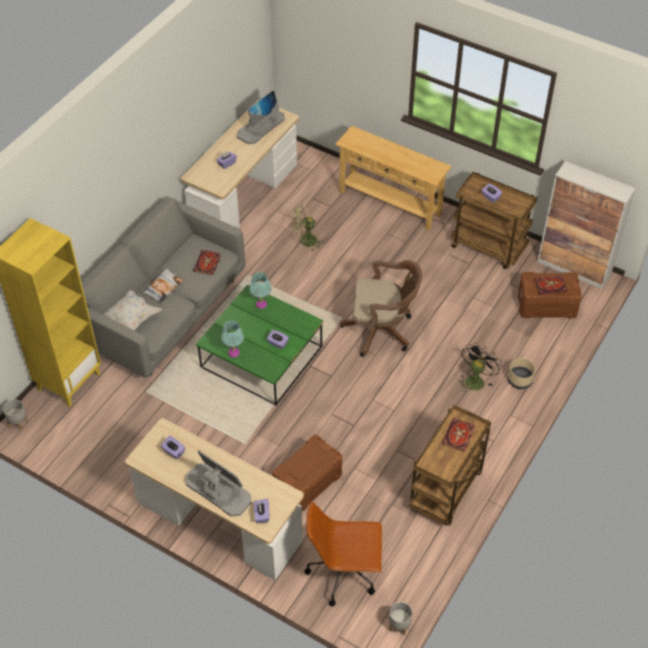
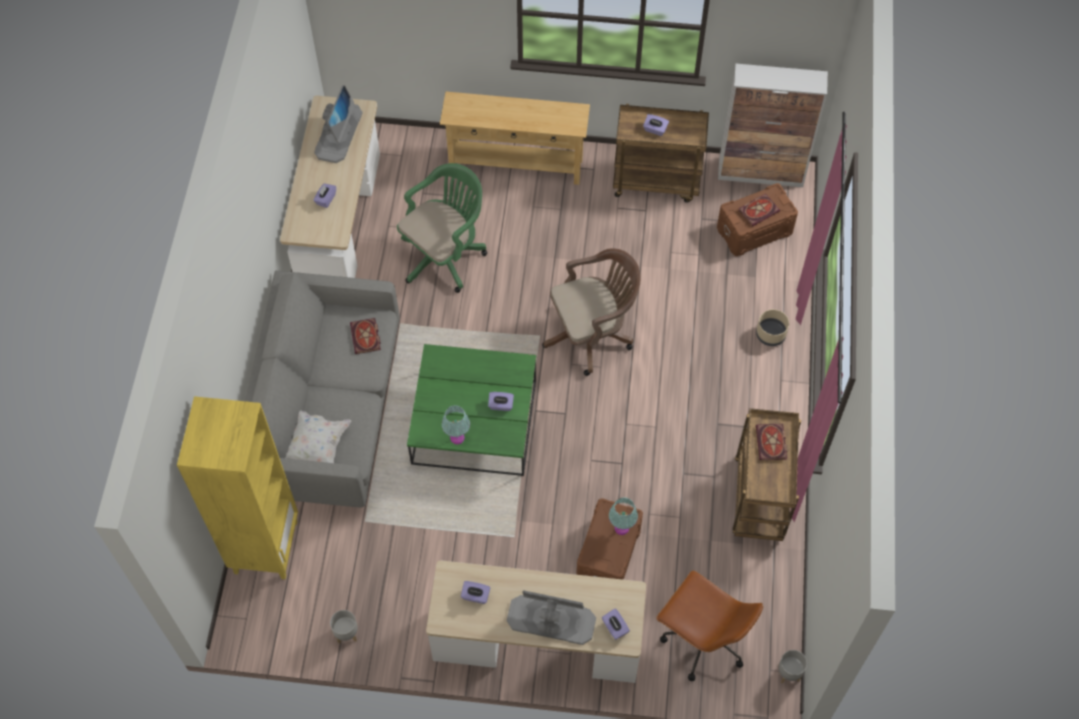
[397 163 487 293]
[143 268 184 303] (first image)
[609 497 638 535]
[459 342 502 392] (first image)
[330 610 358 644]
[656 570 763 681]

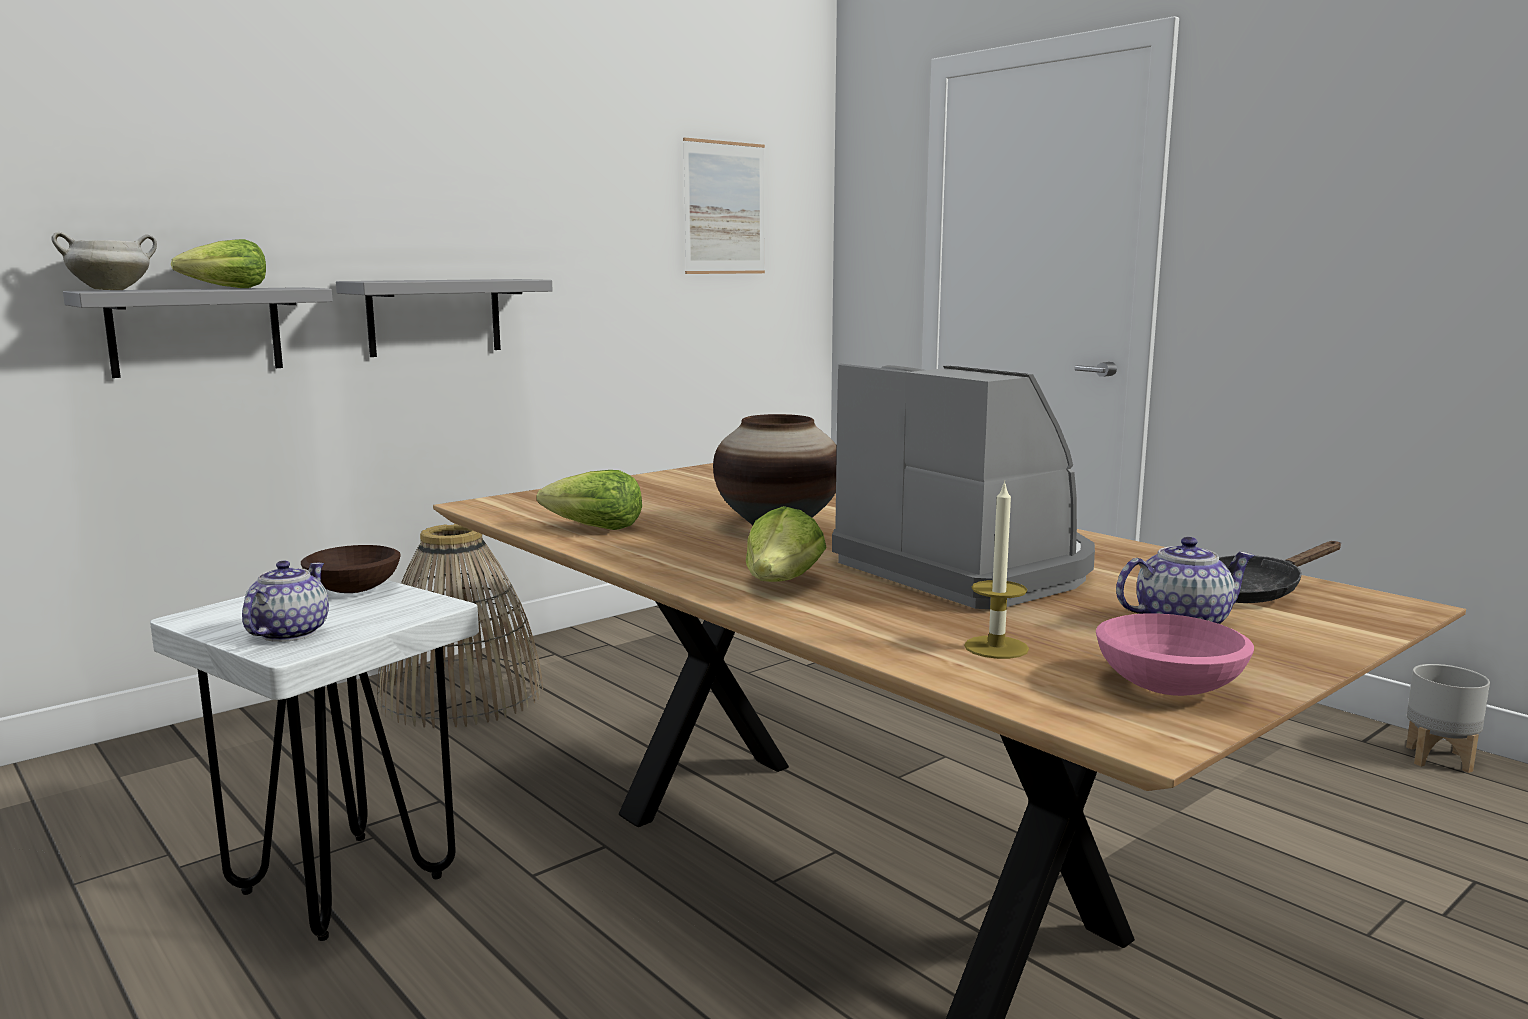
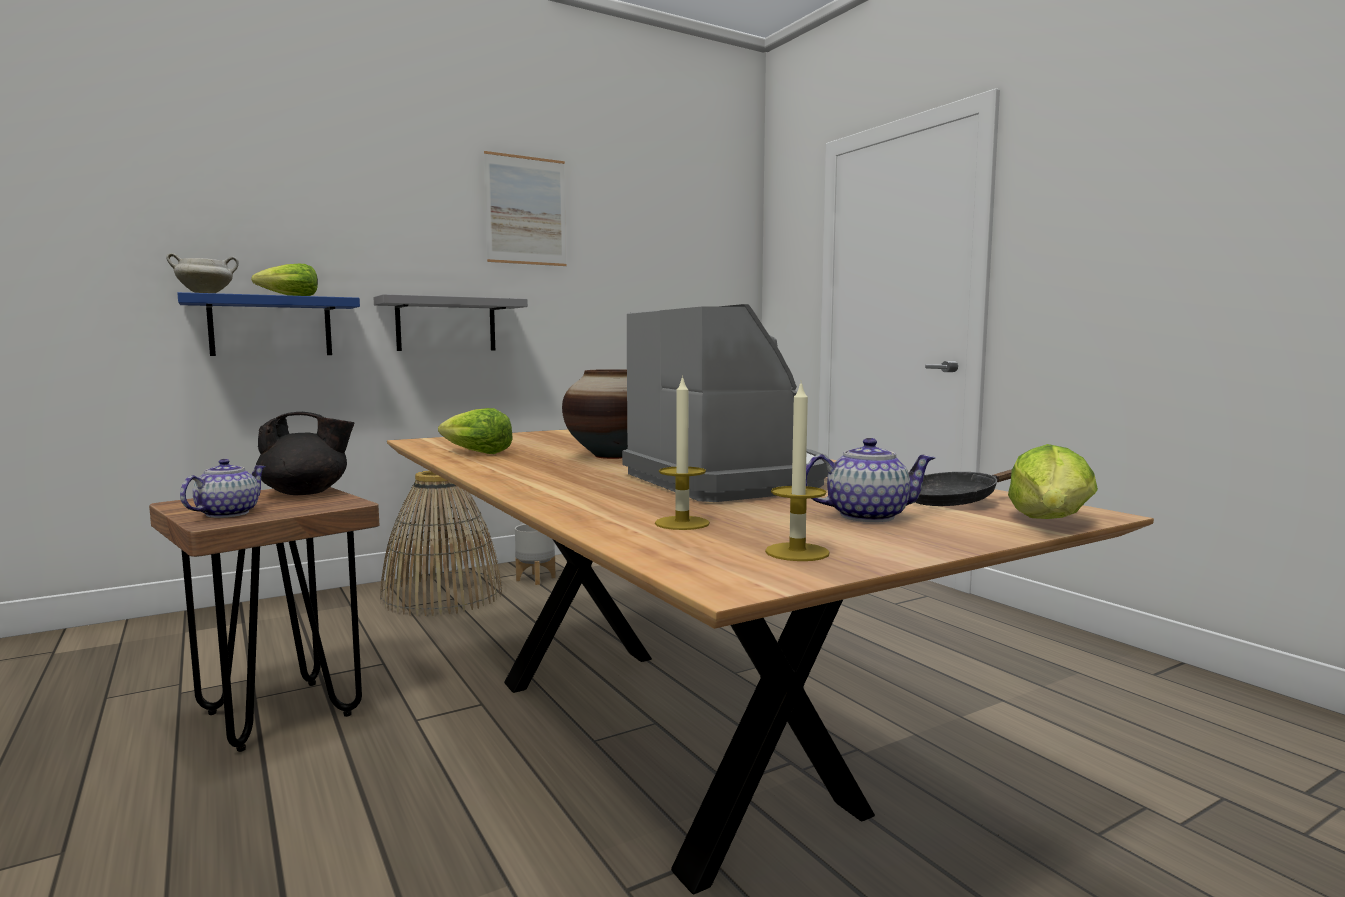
[484 151 567 266]
[177 292 360 356]
[1008 444 1098 519]
[256 412 354 495]
[149 487 380 752]
[765 384 830 561]
[515 524 556 585]

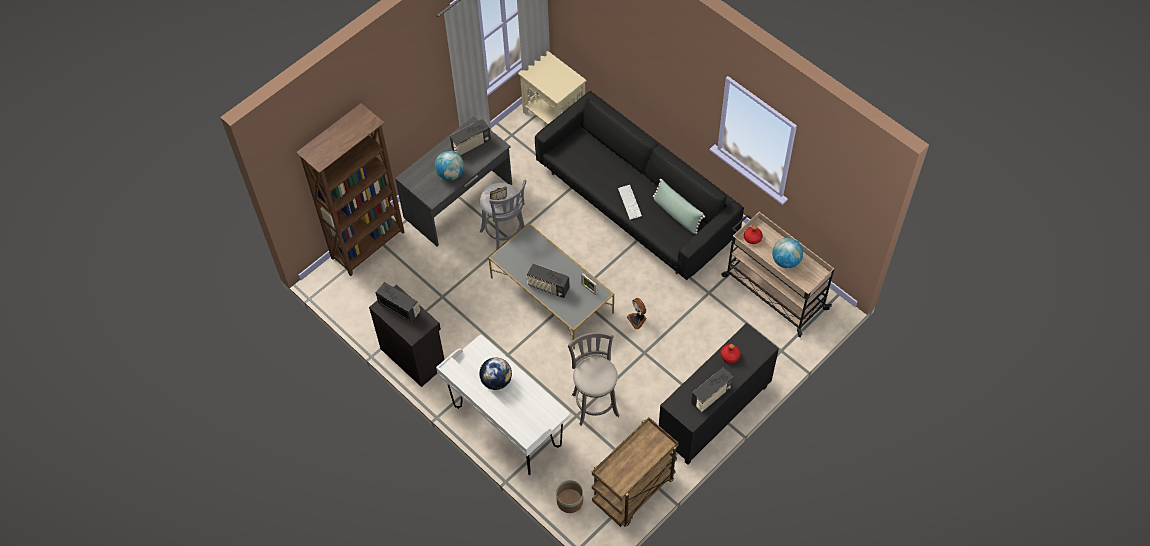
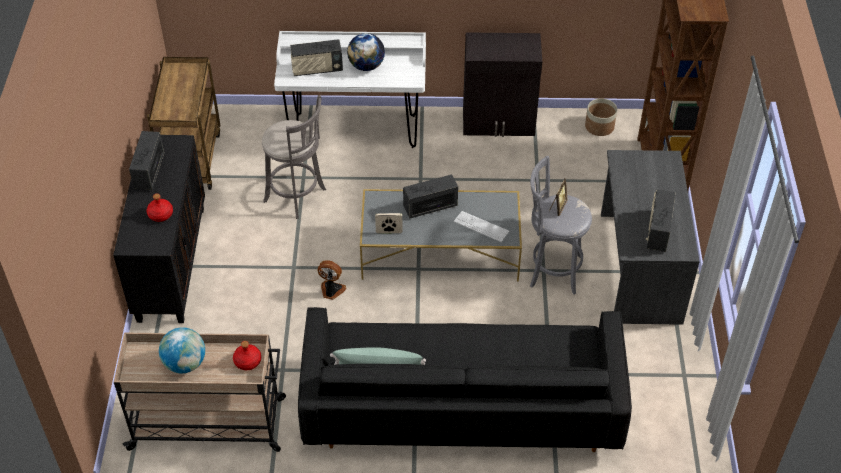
[518 51 587 125] (first image)
[435 151 464 180] (first image)
[454 211 509 242]
[290 39 343 76]
[585 98 617 136]

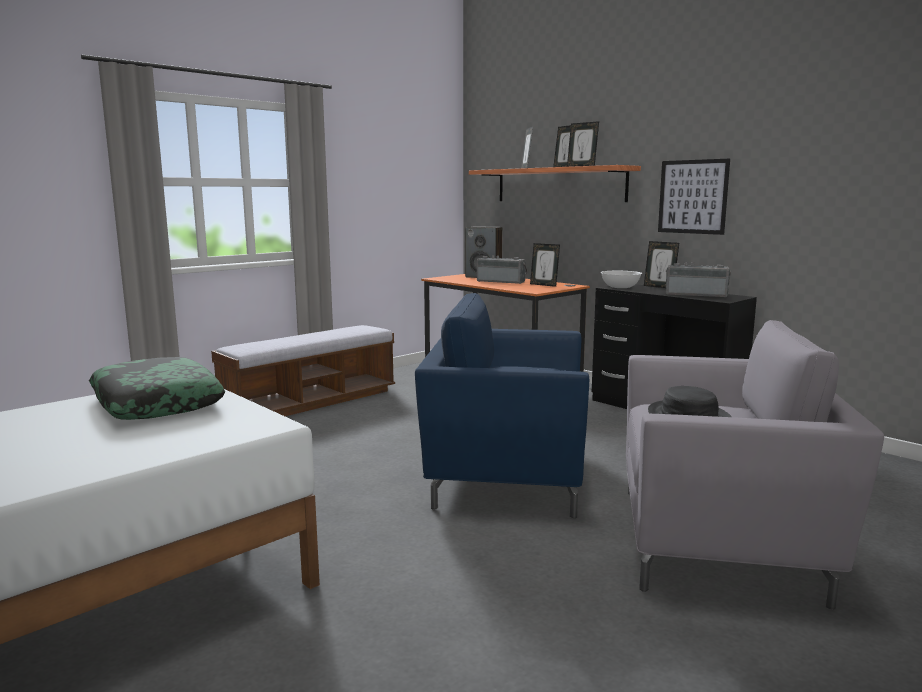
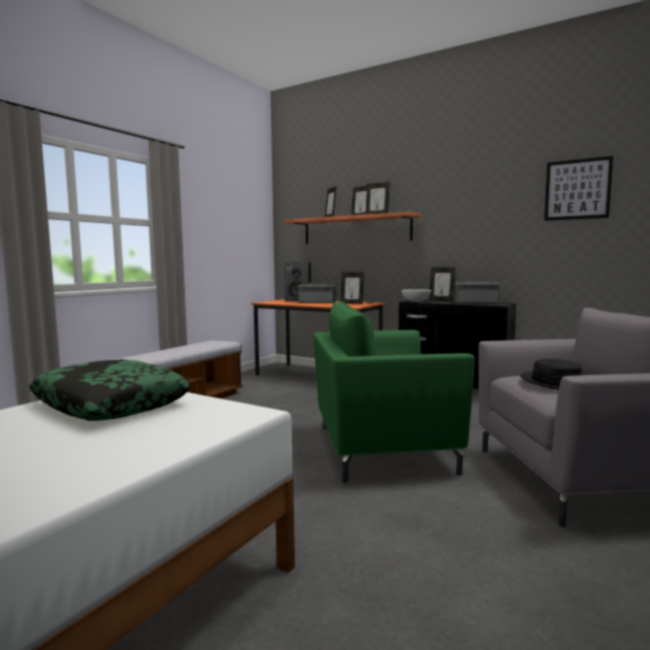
[544 156 613 221]
[313 302 475 483]

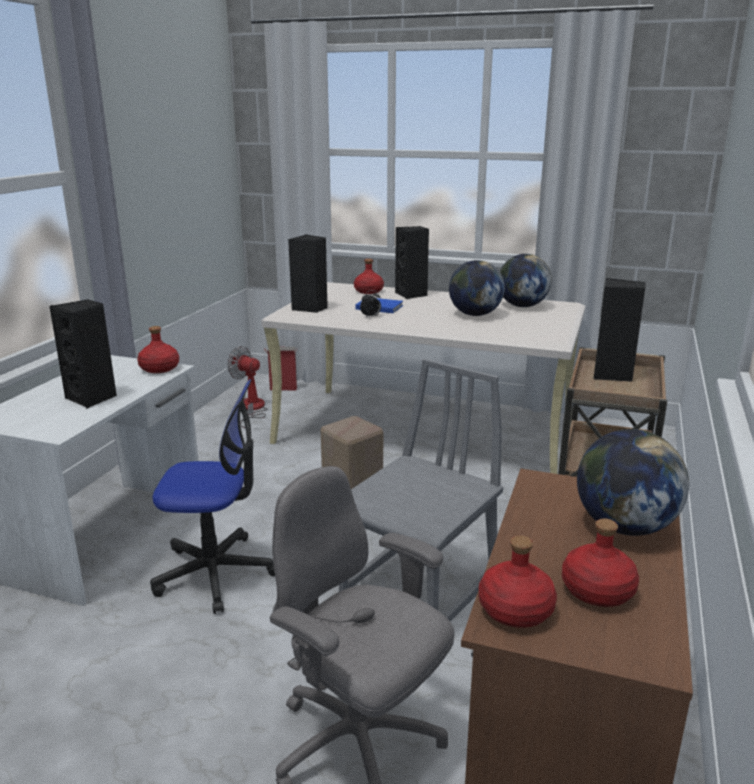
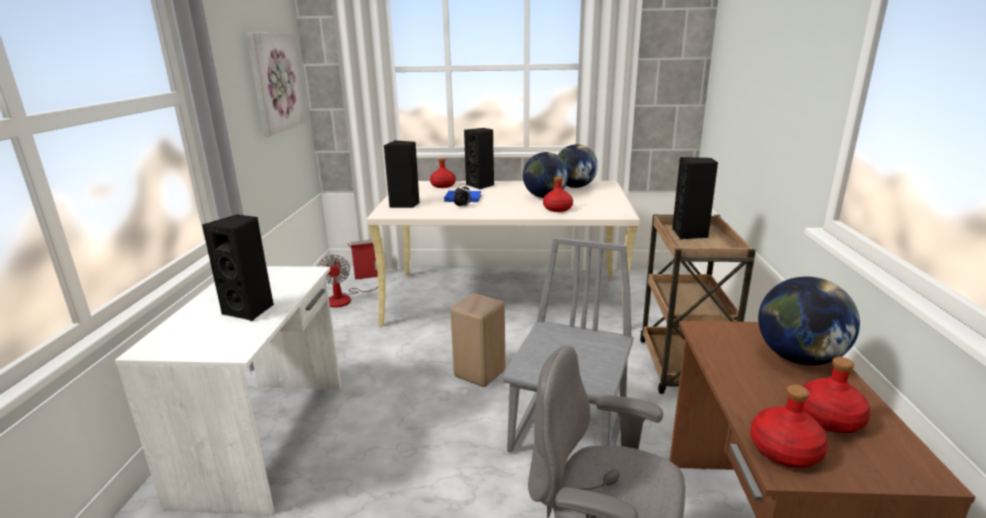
[543 177 573 212]
[318 255 378 308]
[150 379 275 614] (first image)
[247 33 306 137]

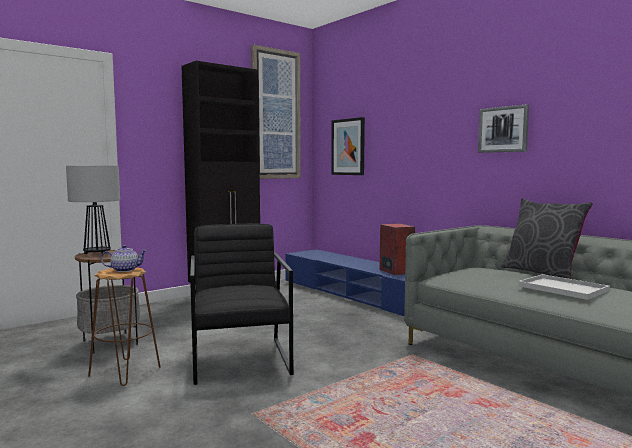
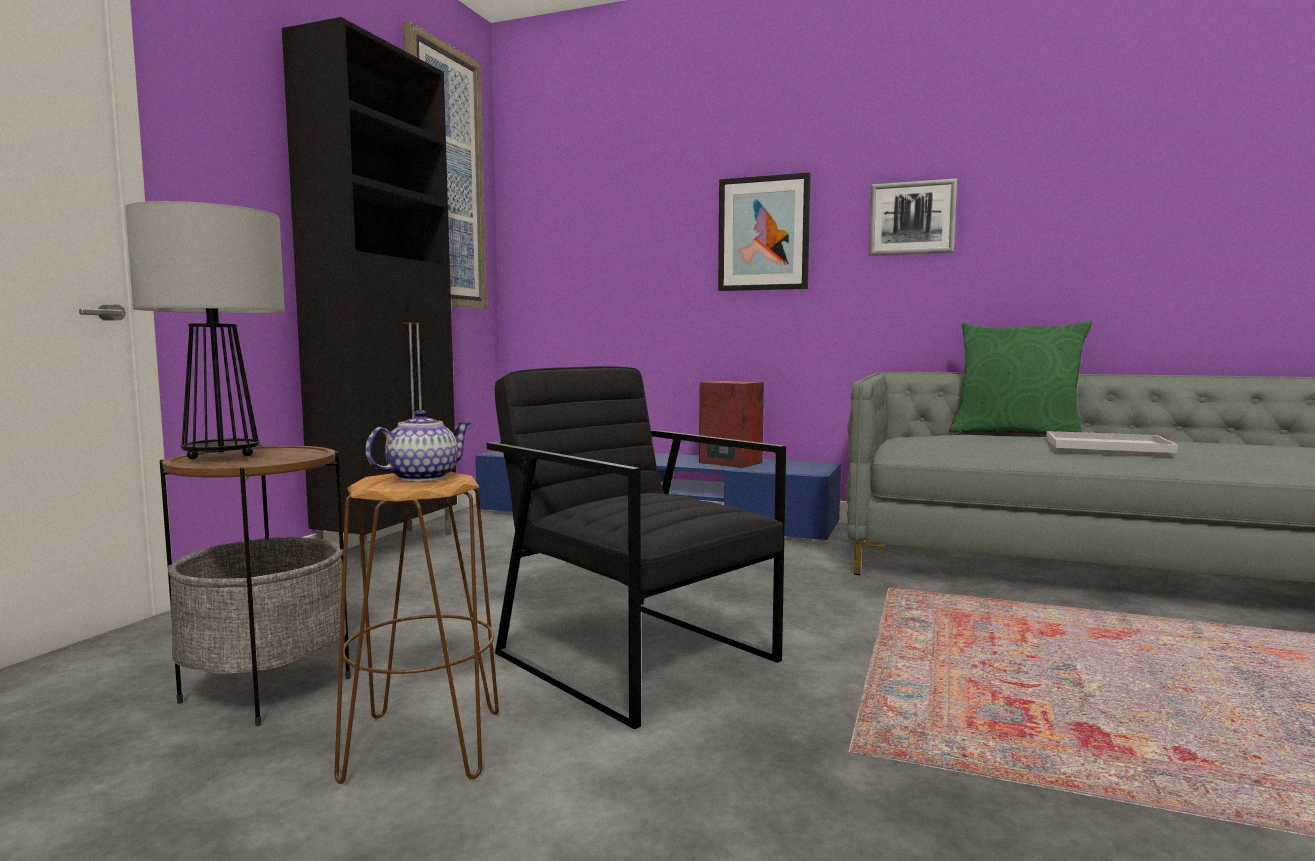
[718 172 811 291]
[949 321 1092 434]

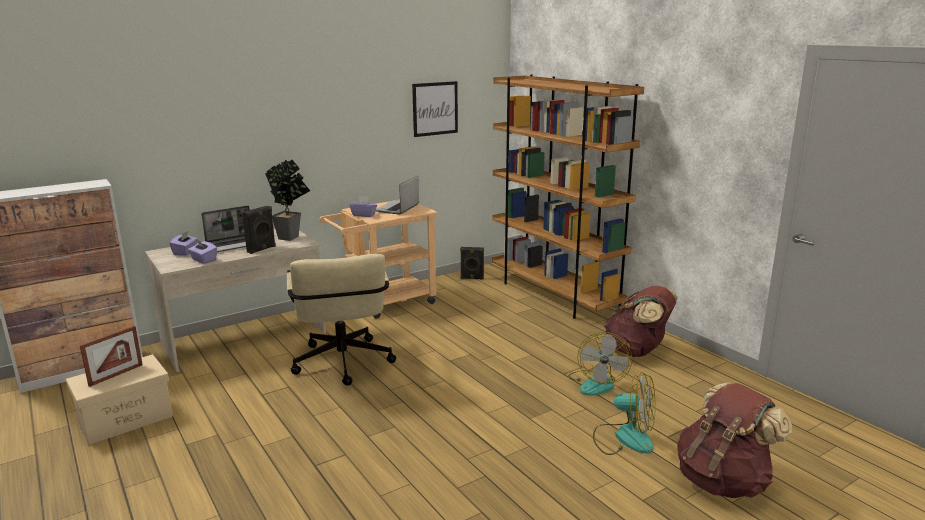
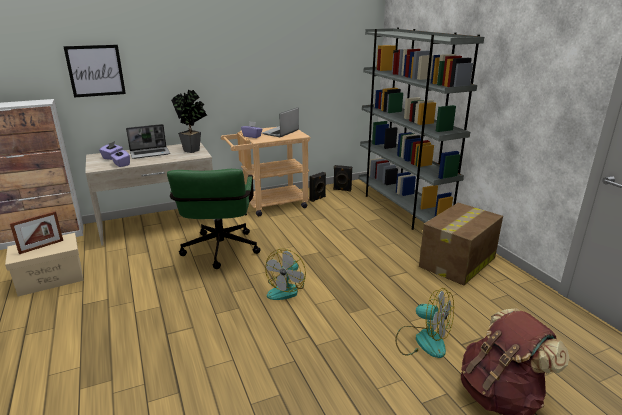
[359 28 484 230]
[63 45 126 98]
[309 172 326 202]
[167 169 260 269]
[419 203 503 286]
[265 249 306 300]

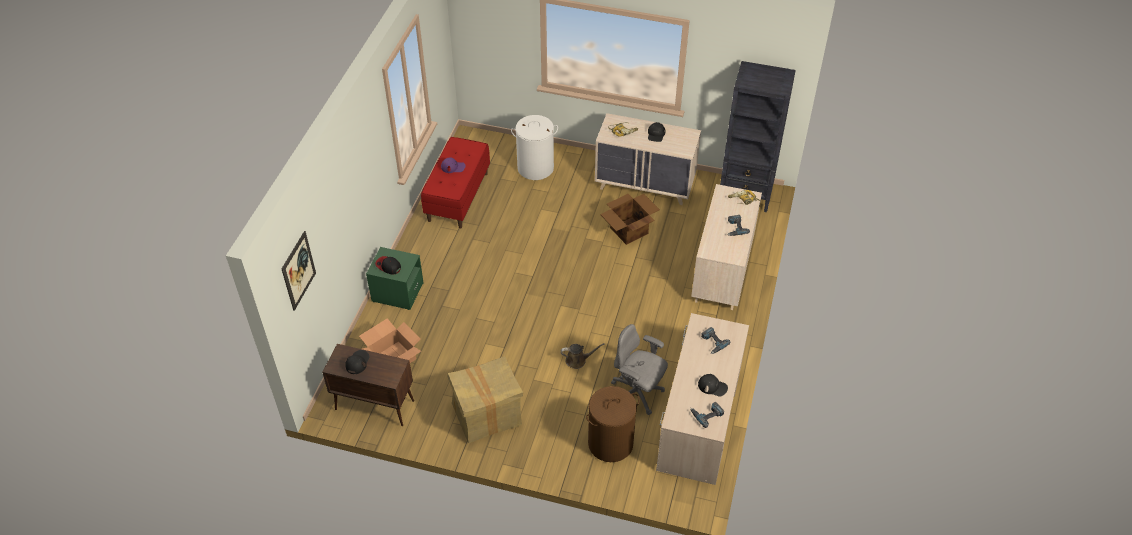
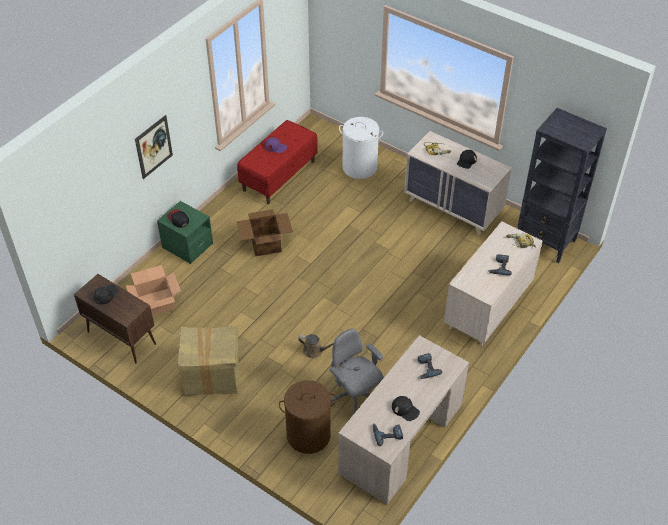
[237 209 293 256]
[135 115 173 179]

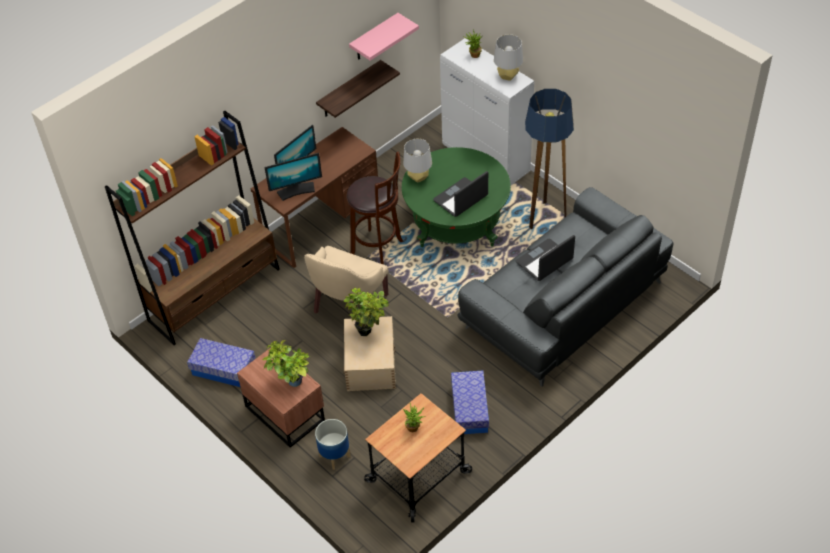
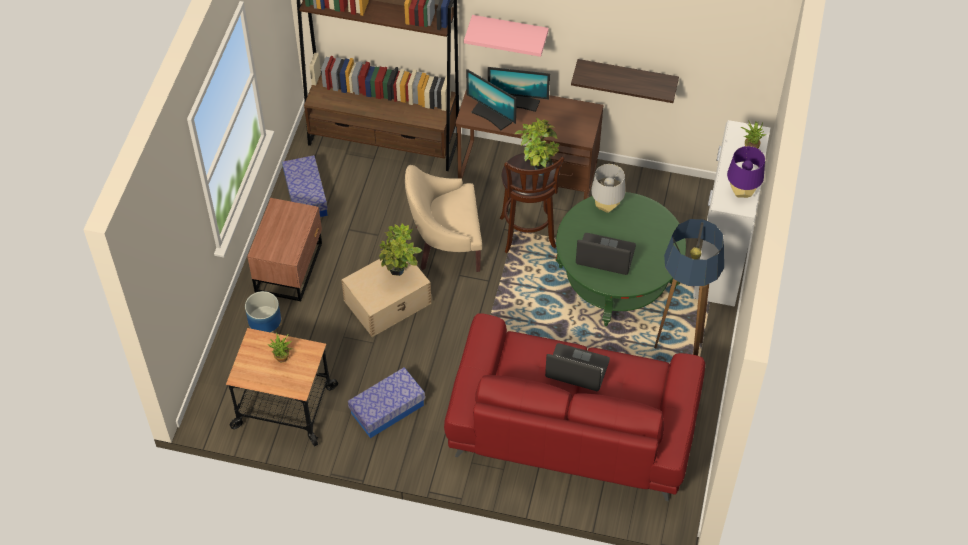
[464 15 549 57]
[727 146 765 198]
[444 313 705 502]
[515 117 559 176]

